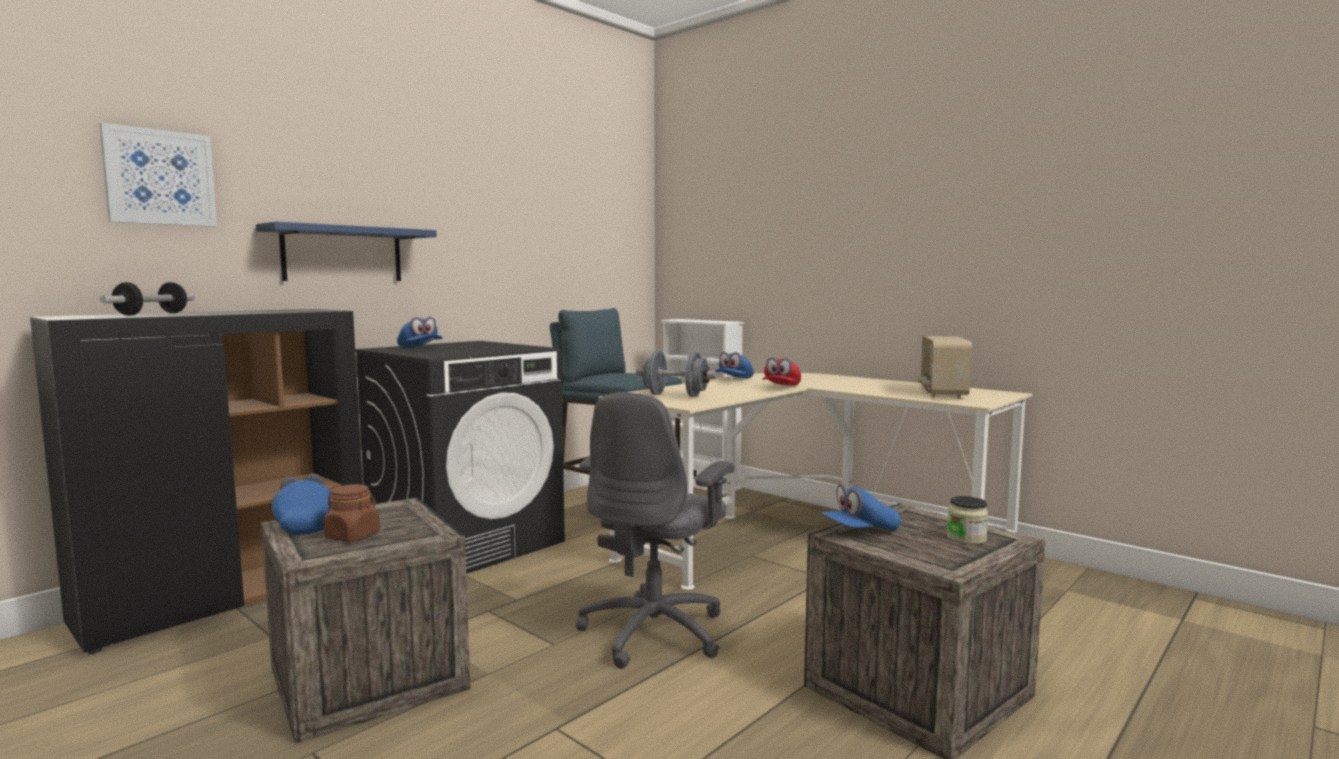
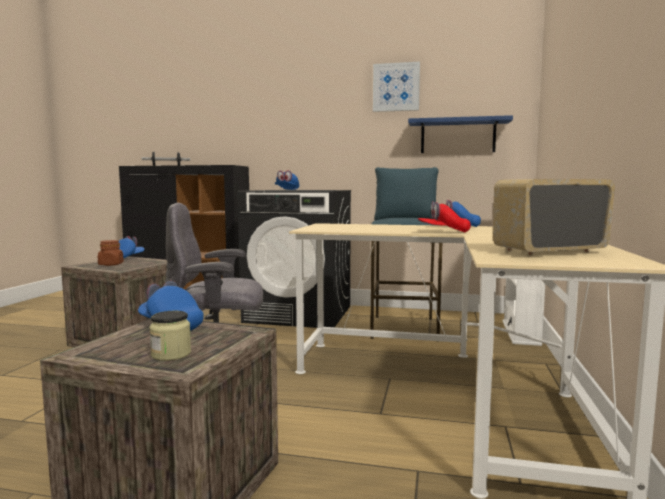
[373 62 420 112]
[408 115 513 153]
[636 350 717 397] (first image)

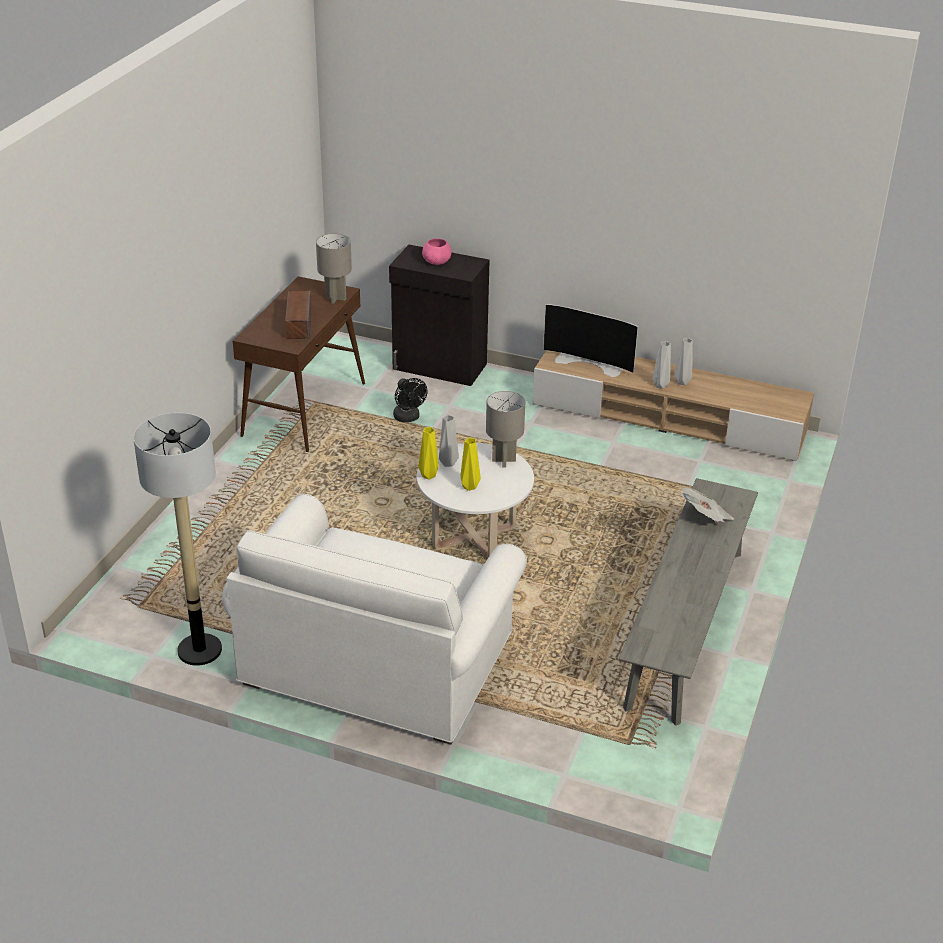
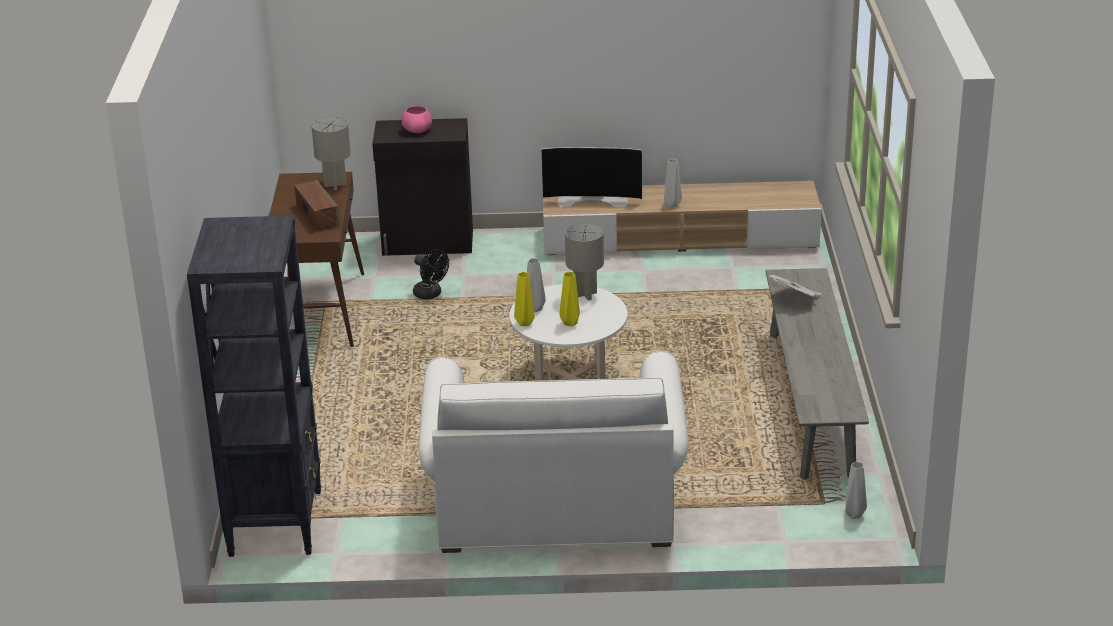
[845 461 867 519]
[133 413 222 666] (first image)
[187 216 321 557]

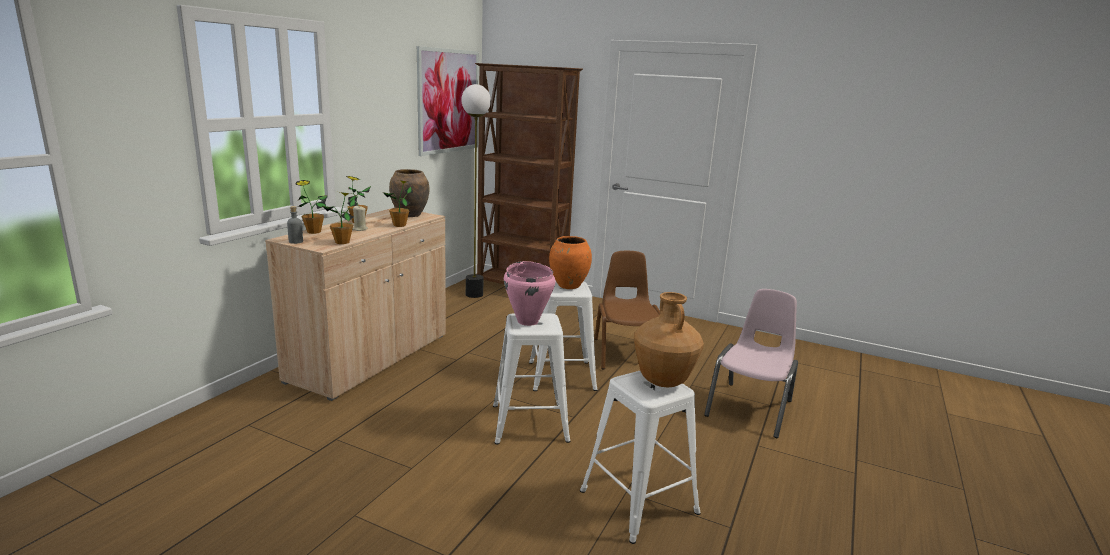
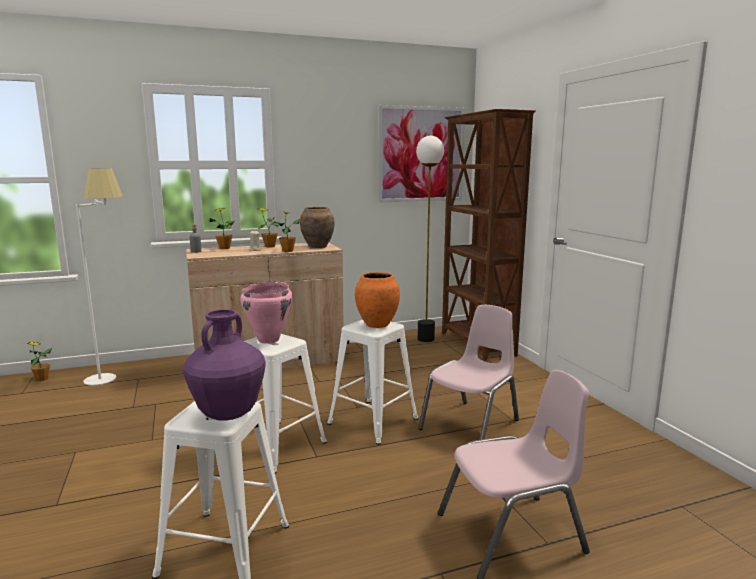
[27 342 52 381]
[418 305 519 440]
[183 309 266 421]
[76 168 123 385]

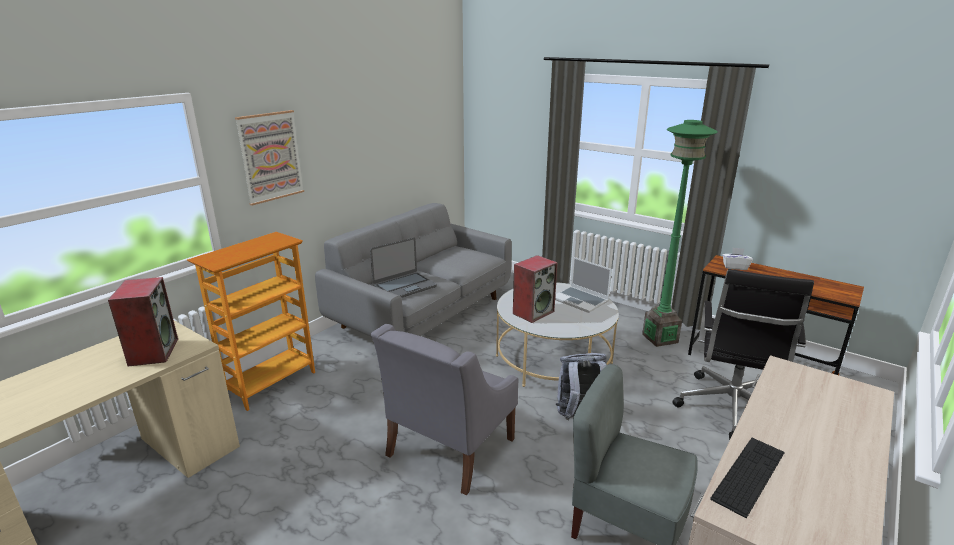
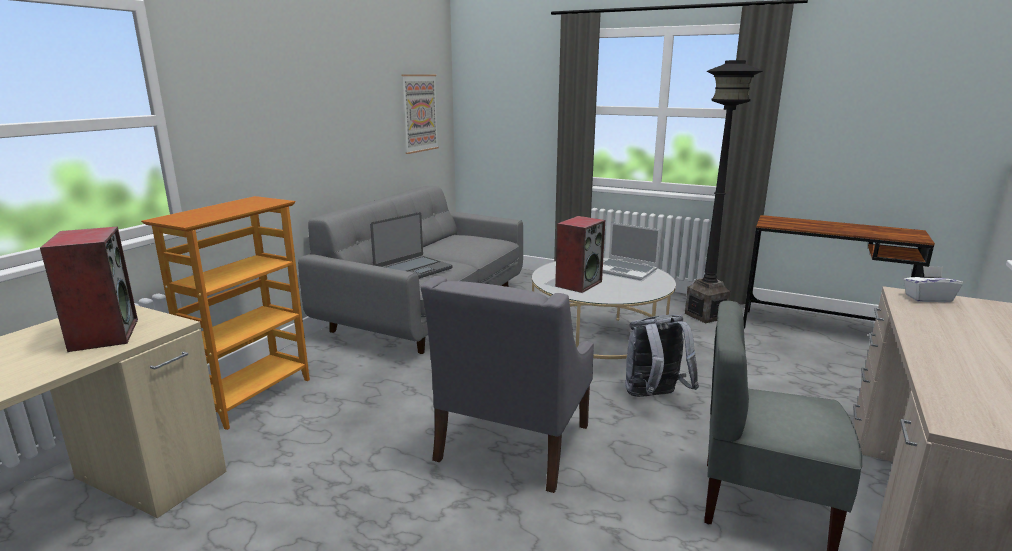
[402 75 439 154]
[685 60 763 323]
[904 266 963 302]
[672 269 814 440] (first image)
[710 438 785 518] (first image)

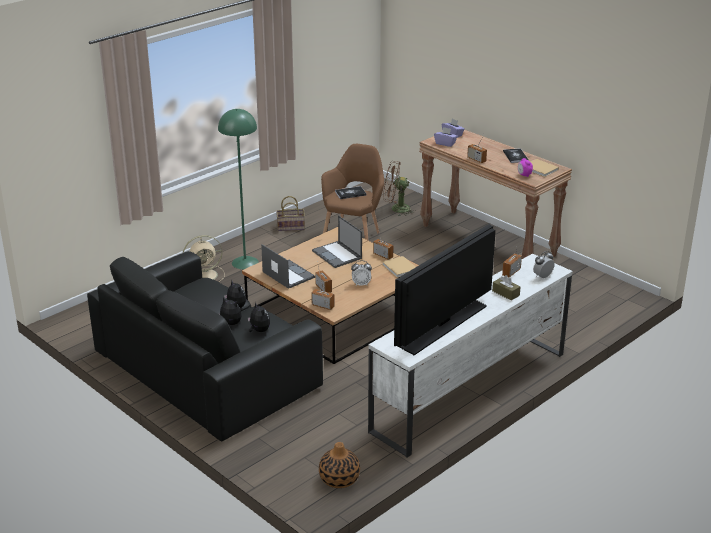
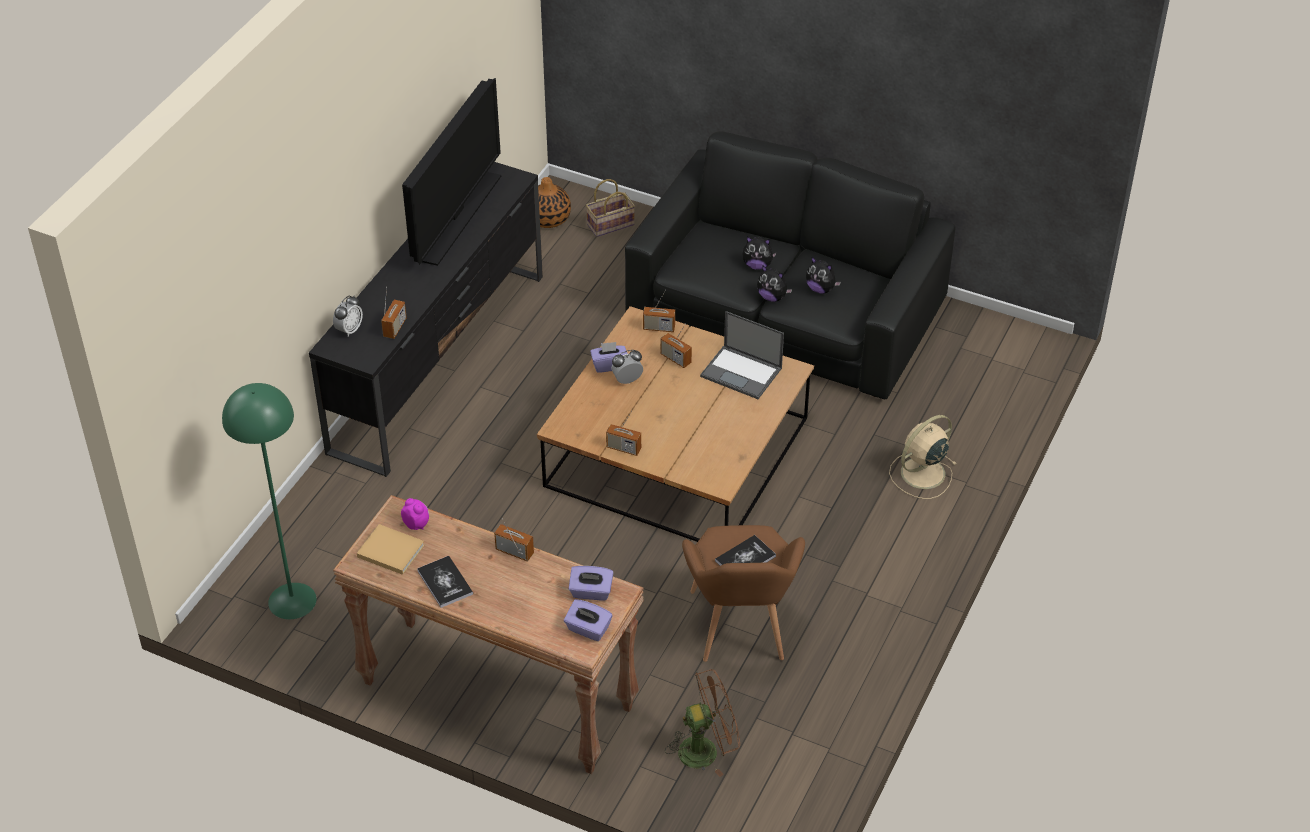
[222 383 317 619]
[586 179 635 237]
[312 215 362 268] (first image)
[309 162 543 477]
[382 256 415 278] (first image)
[492 275 521 300] (first image)
[806 257 841 294]
[590 342 628 373]

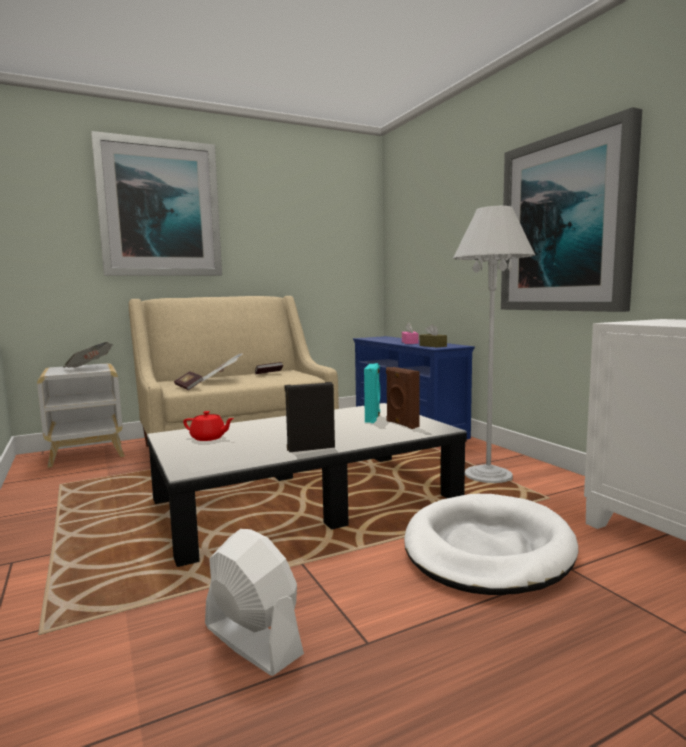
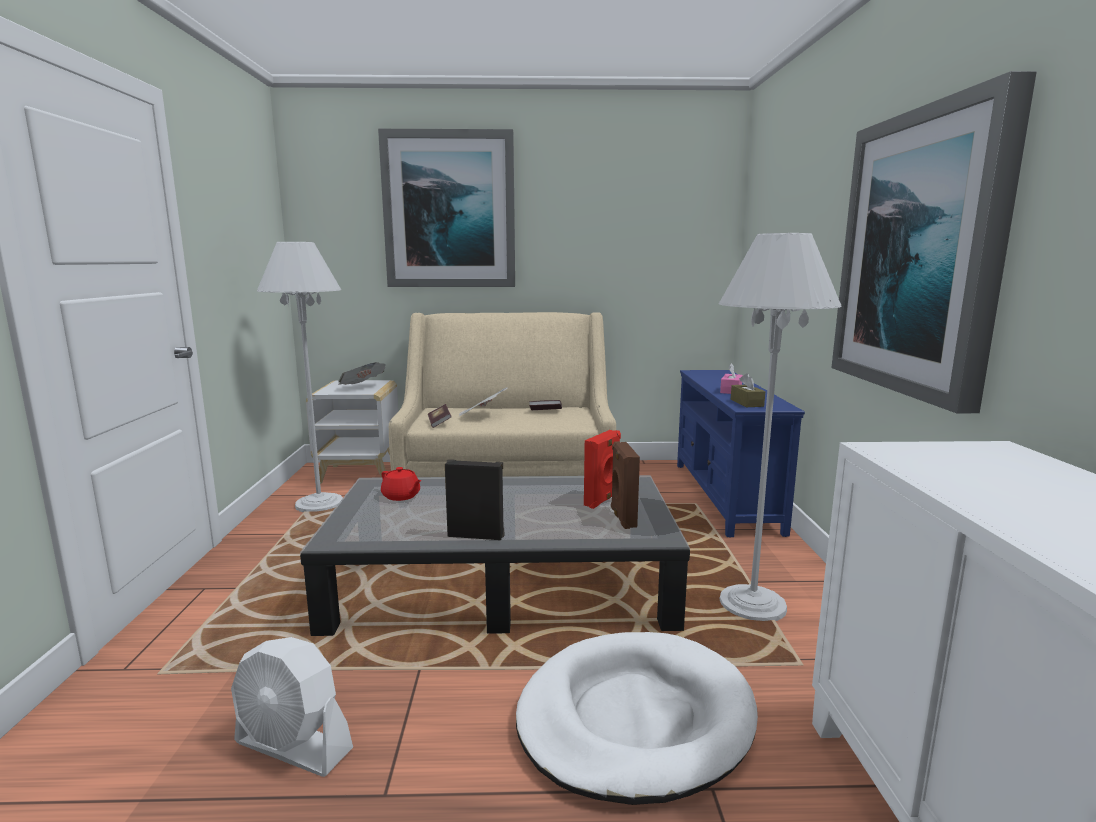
[584 430 621 509]
[231 637 353 777]
[257 242 343 512]

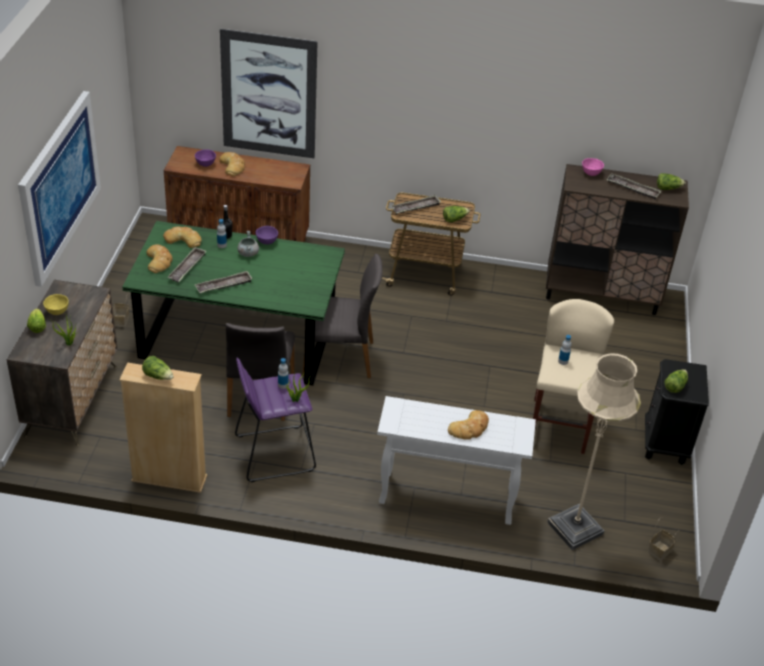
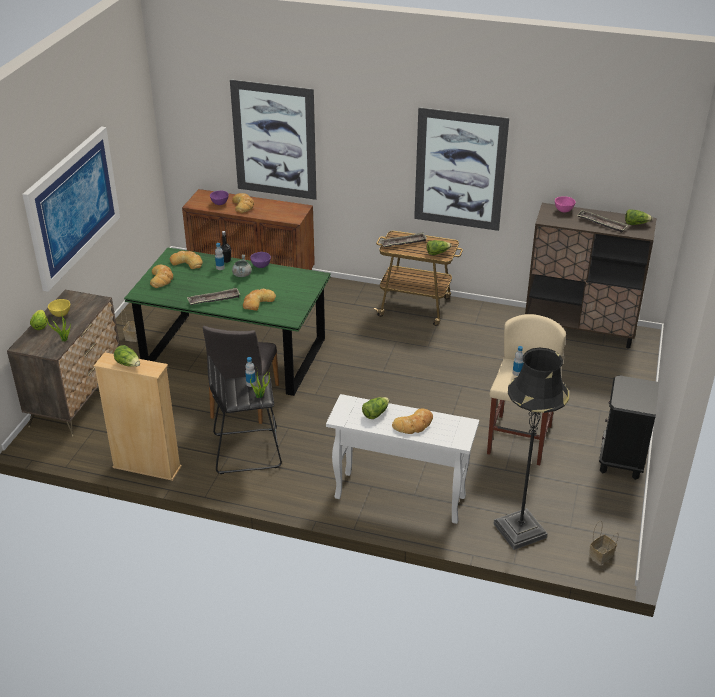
[167 247 206 282] (first image)
[302 254 383 378] (first image)
[493 348 569 550]
[207 355 282 474]
[362 397 389 419]
[414 107 509 231]
[243 289 276 311]

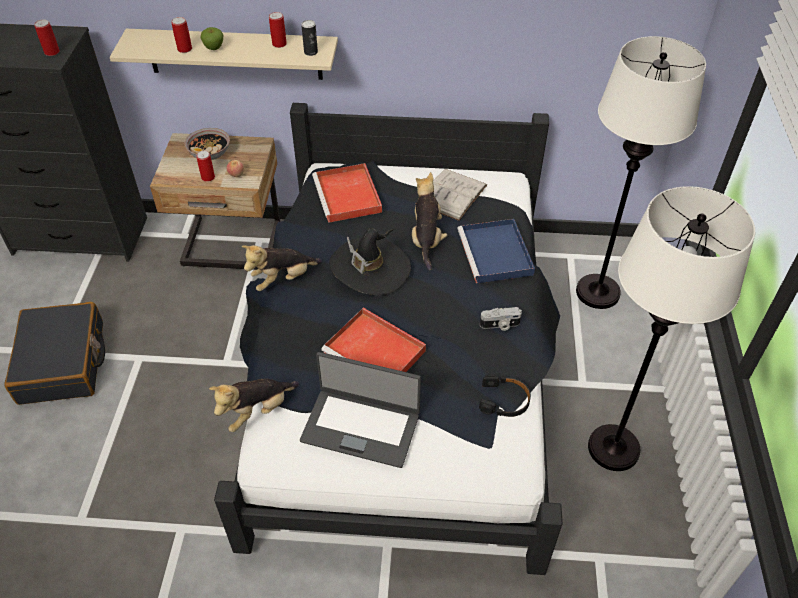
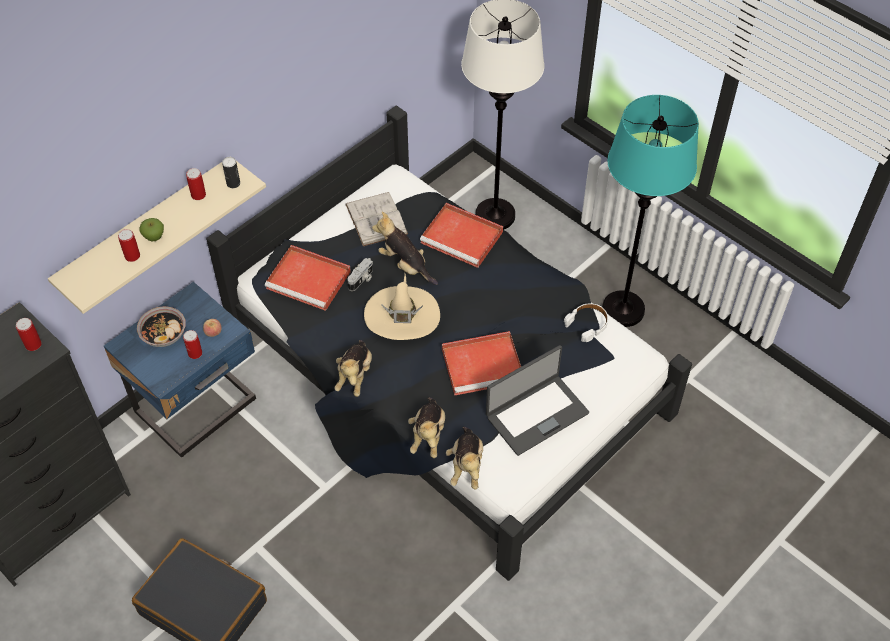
[104 282 256 458]
[602 95 699 327]
[420 203 503 268]
[364 274 440 340]
[347 258 373 291]
[564 303 608 342]
[408 397 445 458]

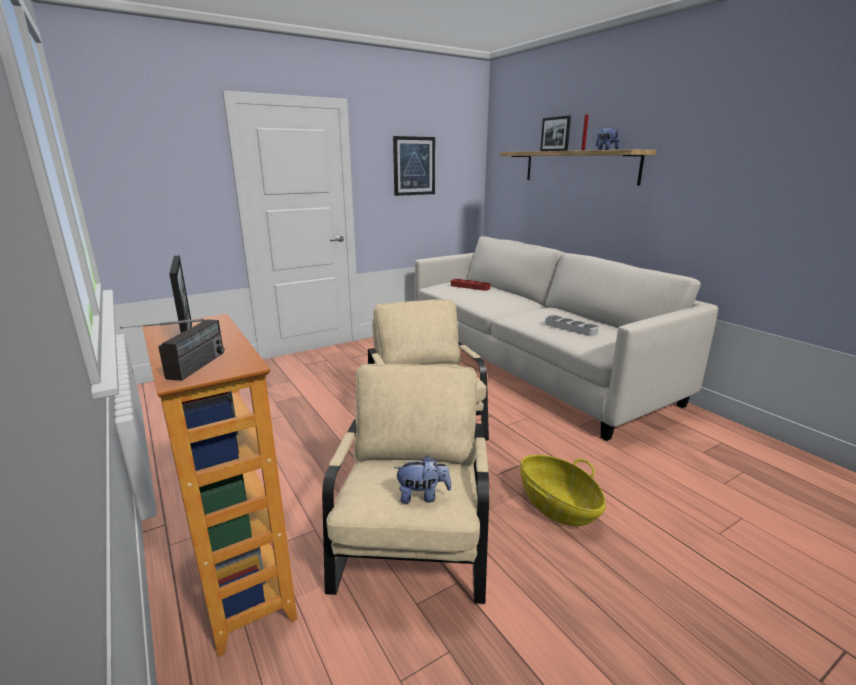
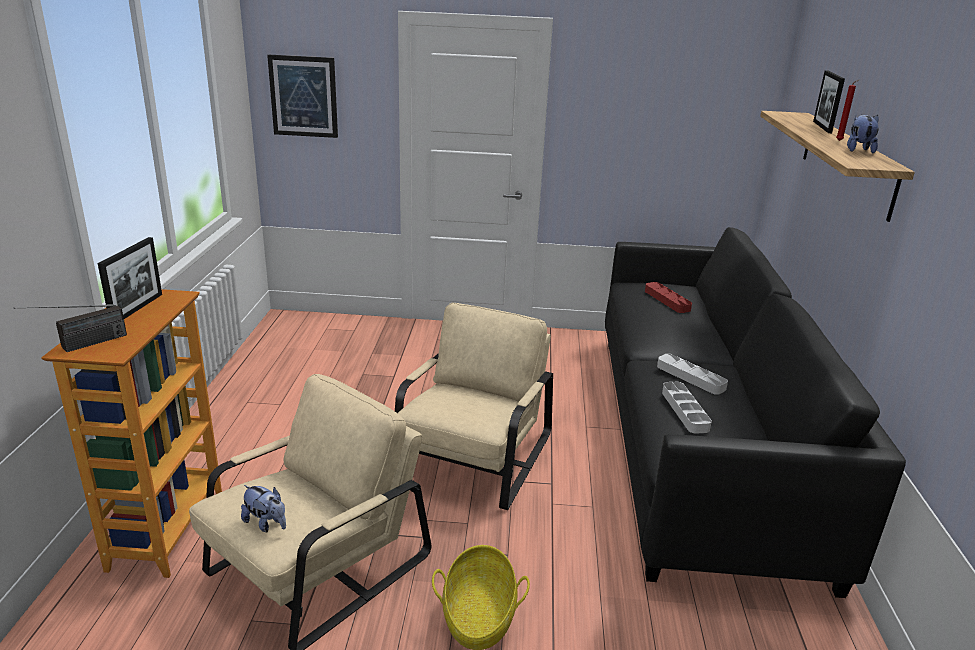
[267 55 338 138]
[605 227 906 598]
[657 353 728 395]

